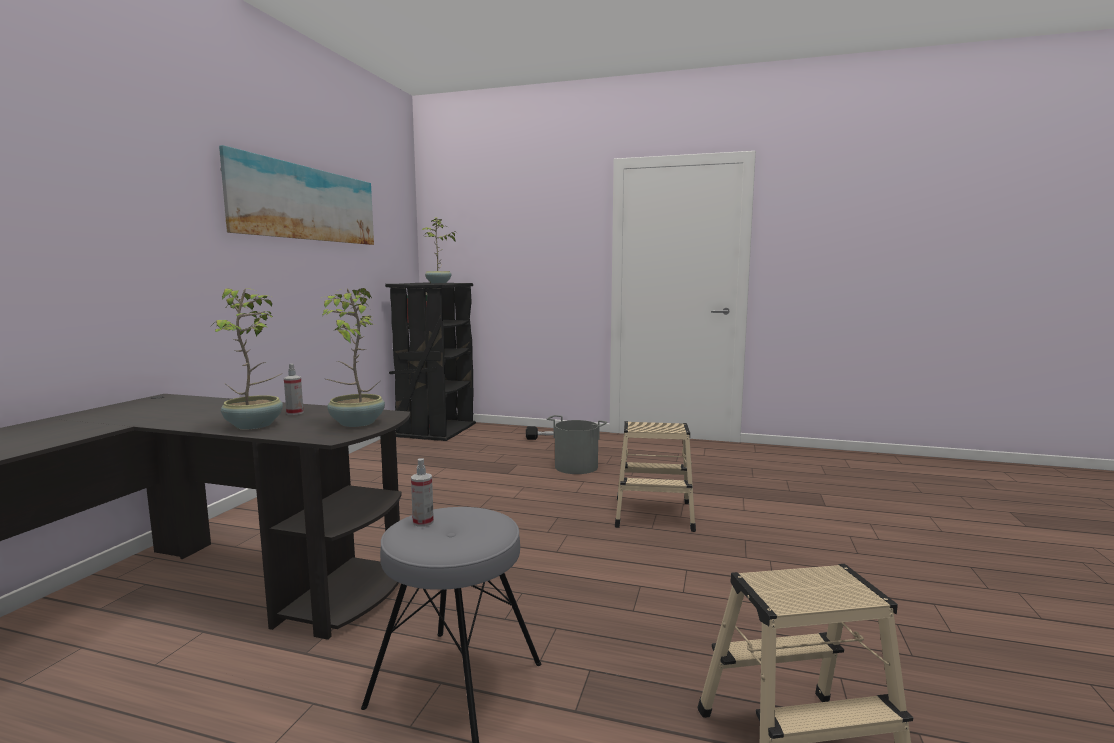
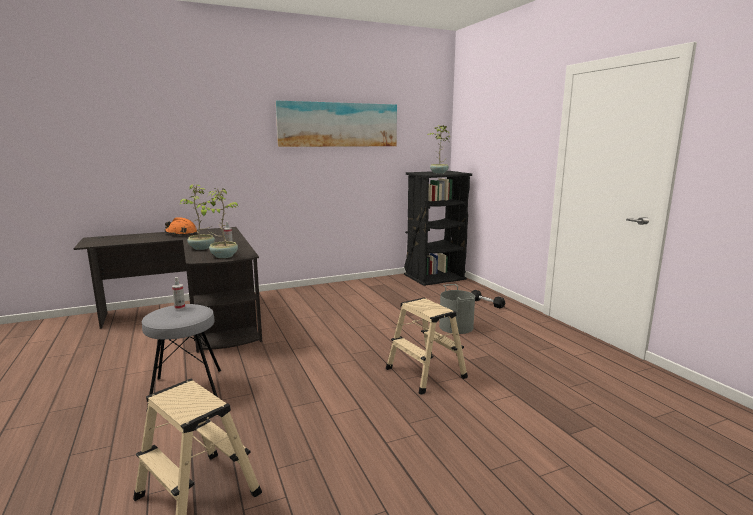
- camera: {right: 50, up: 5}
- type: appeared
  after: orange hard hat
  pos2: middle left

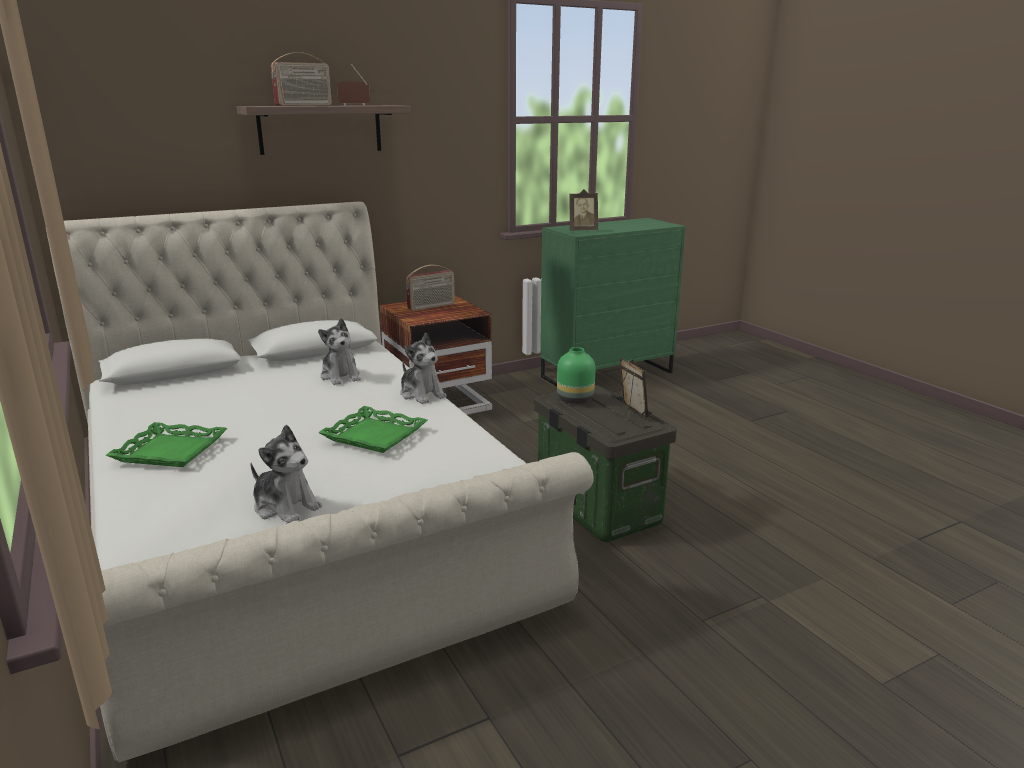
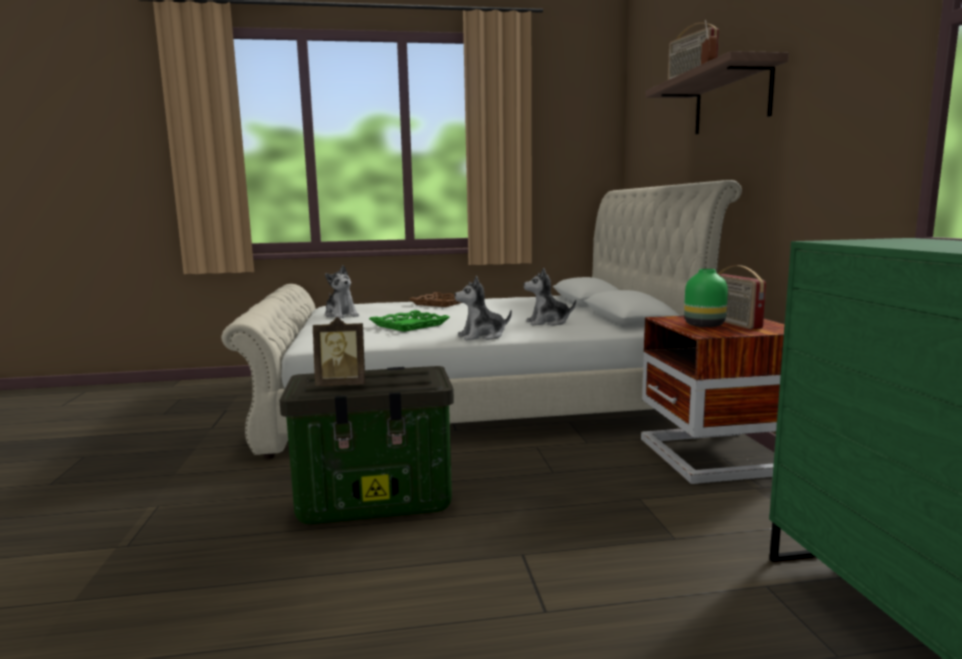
- camera: {right: 110, up: -10}
- type: missing
  before: standing frame (no. 1 from left)
  pos1: top centre
- type: relocated
  before: green decorative vase
  pos1: centre
  pos2: middle right
- type: colour
  before: green serving tray (no. 1 from left)
  after: brown serving tray
  pos1: middle left
  pos2: centre
- type: spun
  before: cuddly toy (no. 1 from left)
  pos1: middle left
  pos2: centre
  turn: -90

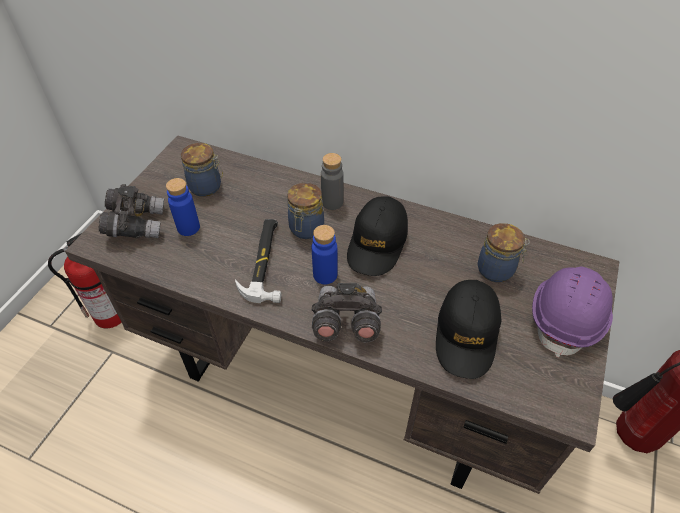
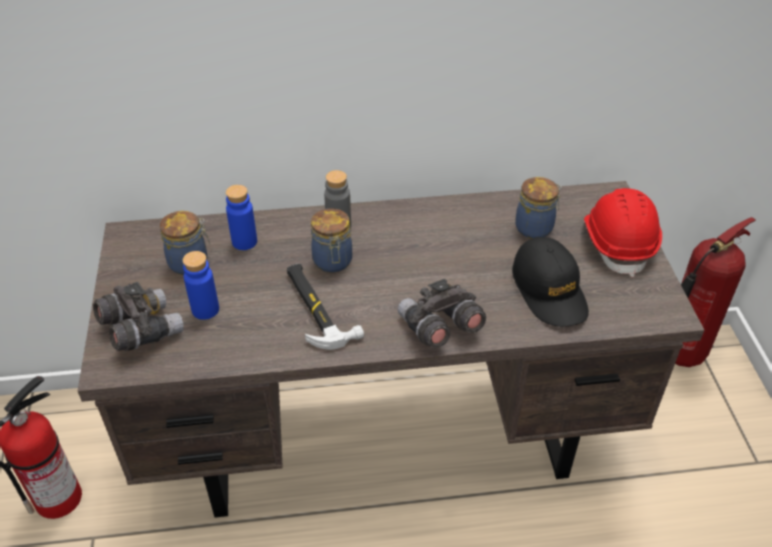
- camera: {right: -30, up: -5}
- type: missing
  before: black-coloured cap (no. 1 from left)
  pos1: centre
- type: relocated
  before: blue-coloured beverage bottle (no. 2 from left)
  pos1: centre
  pos2: middle left
- type: colour
  before: purplish hard hat
  after: red hard hat
  pos1: middle right
  pos2: middle right

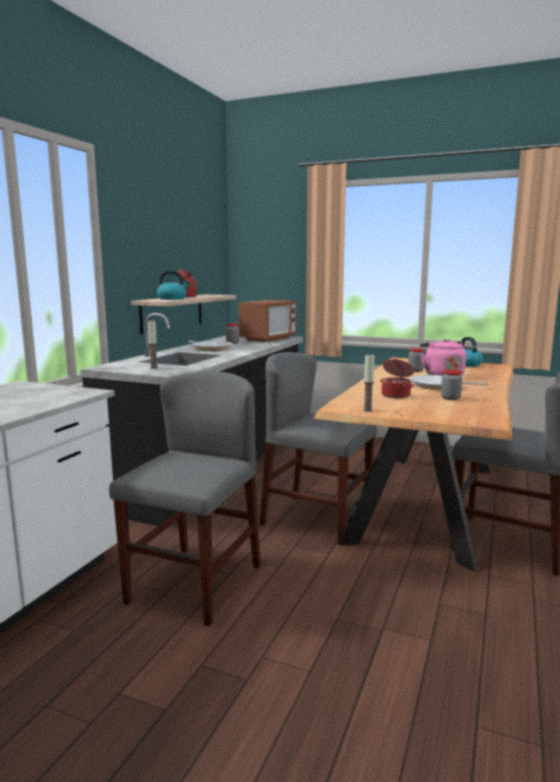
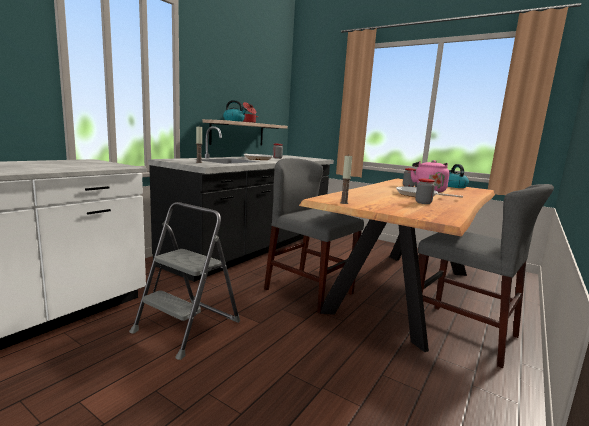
- camera: {right: 10, up: 0}
- type: missing
  before: kitchen microwave
  pos1: centre
- type: missing
  before: stockpot (no. 2 from left)
  pos1: middle right
- type: exchanged
  before: greyish chair (no. 1 from left)
  after: greyish stepladder
  pos1: middle left
  pos2: middle left

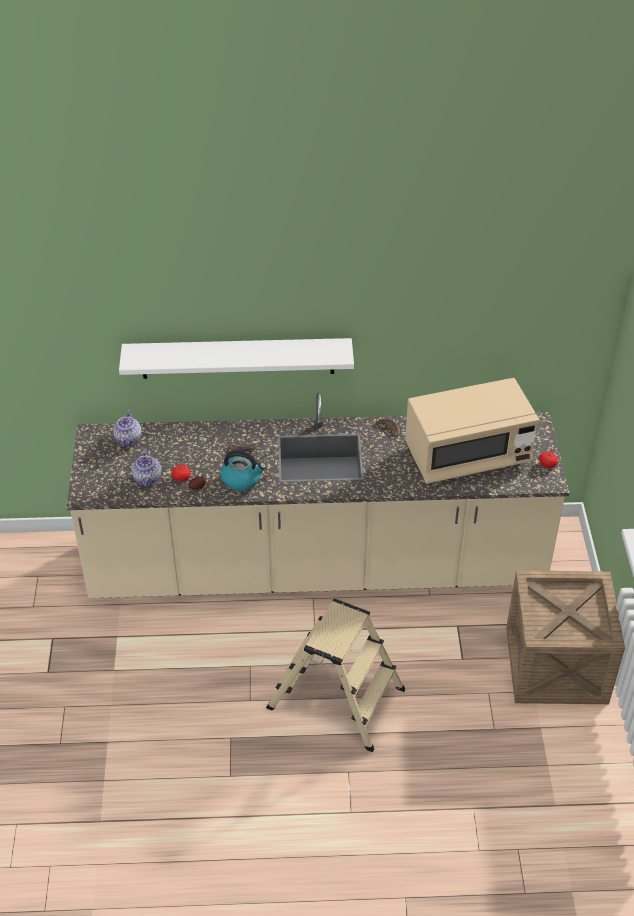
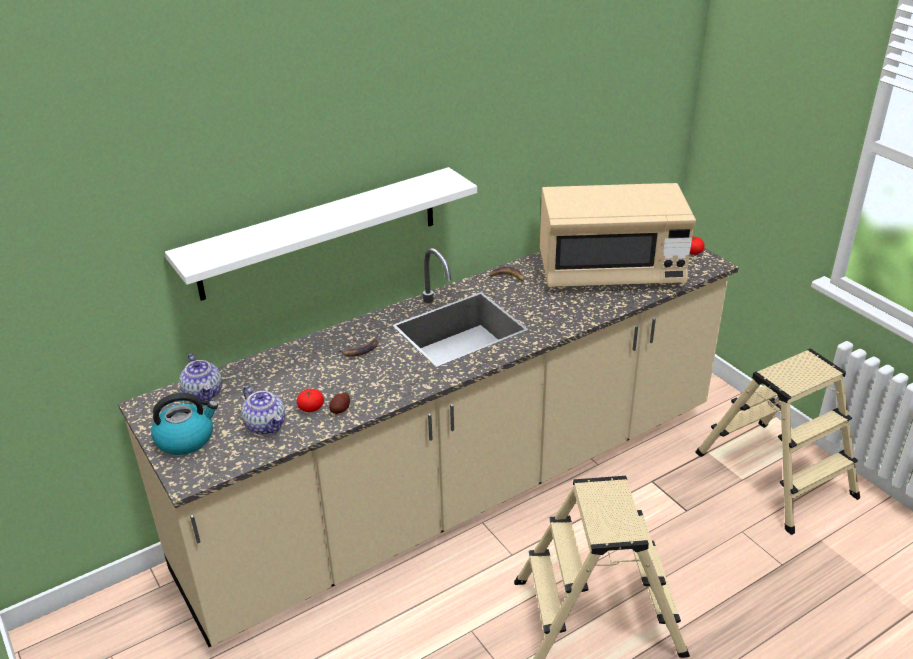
- camera: {right: -30, up: -10}
- type: relocated
  before: water kettle
  pos1: centre
  pos2: middle left
- type: exchanged
  before: shipping crate
  after: sand-coloured stepladder (no. 2 from left)
  pos1: bottom right
  pos2: bottom right
- type: spun
  before: sand-coloured kitchen microwave
  pos1: middle right
  pos2: middle right
  turn: 45

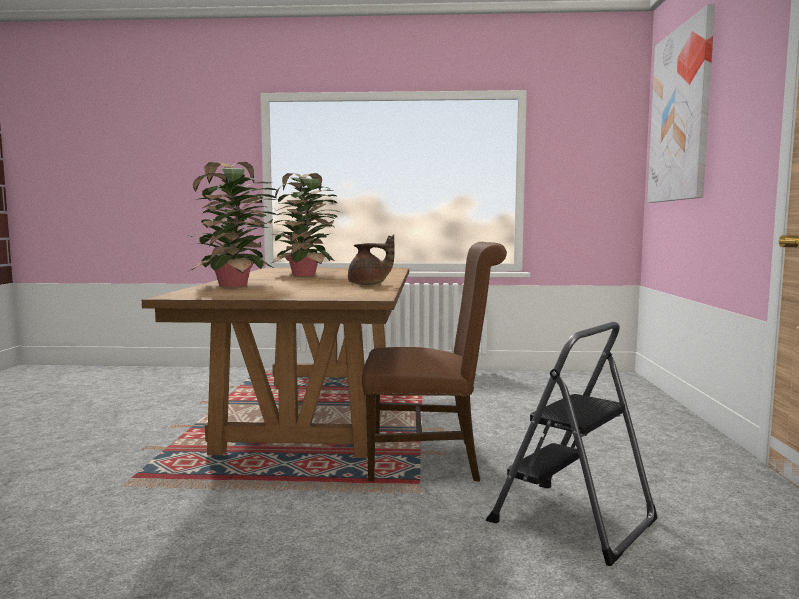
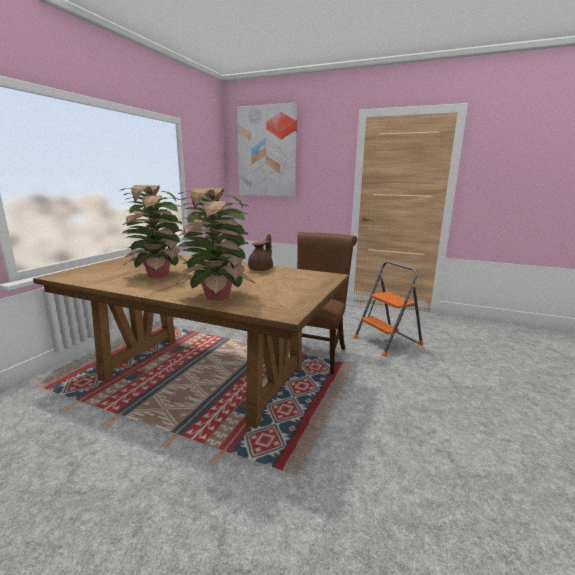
- camera: {right: -70, up: 10}
- type: colour
  before: black-coloured stepladder
  after: orange stepladder
  pos1: bottom right
  pos2: middle right

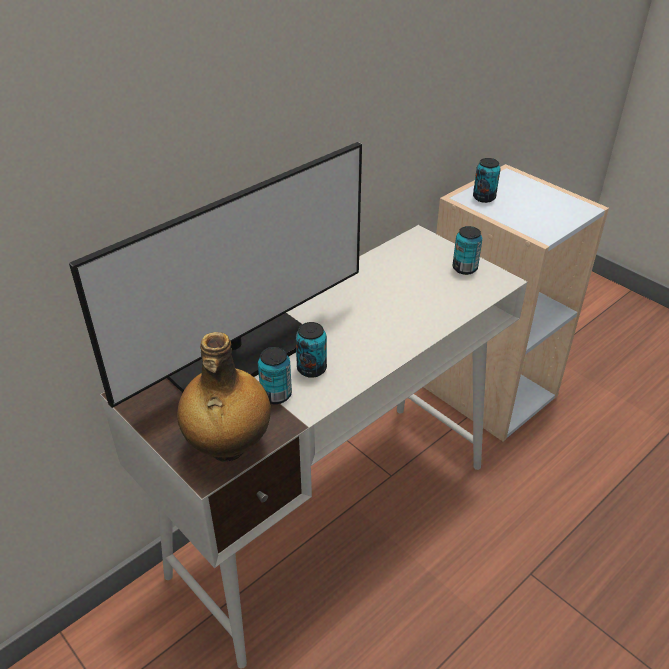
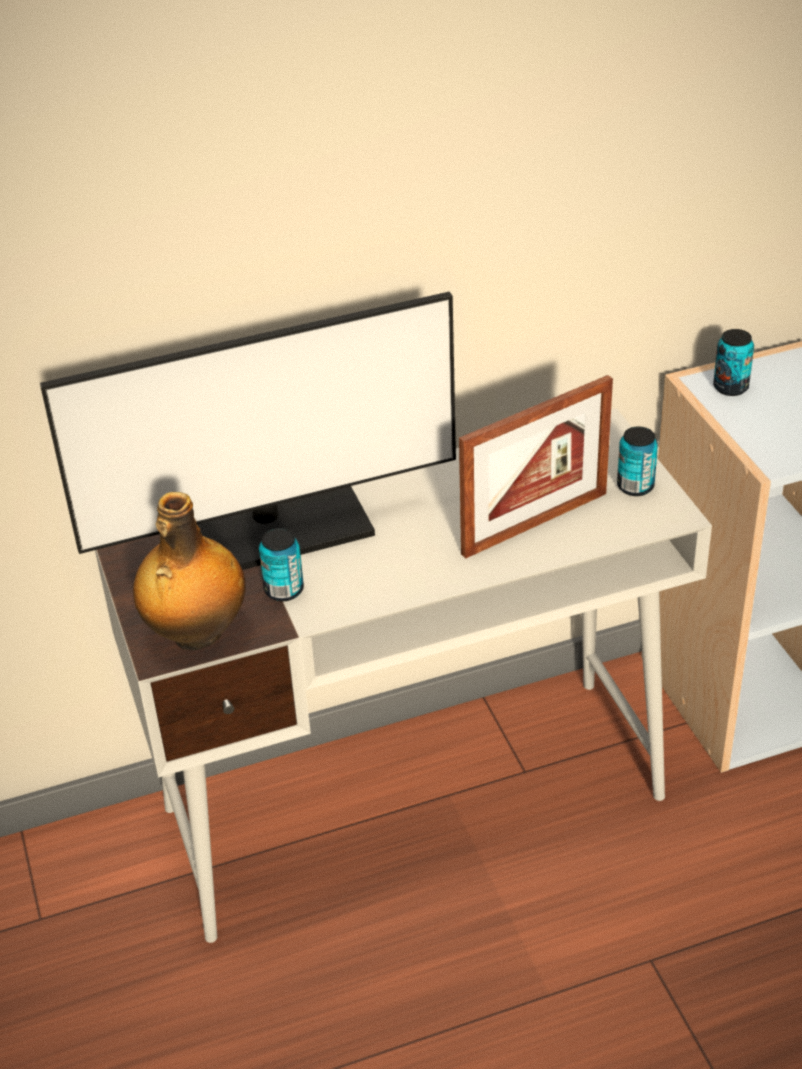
- camera: {right: 25, up: 0}
- type: missing
  before: metal can (no. 2 from left)
  pos1: centre
- type: appeared
  after: standing frame
  pos2: middle right

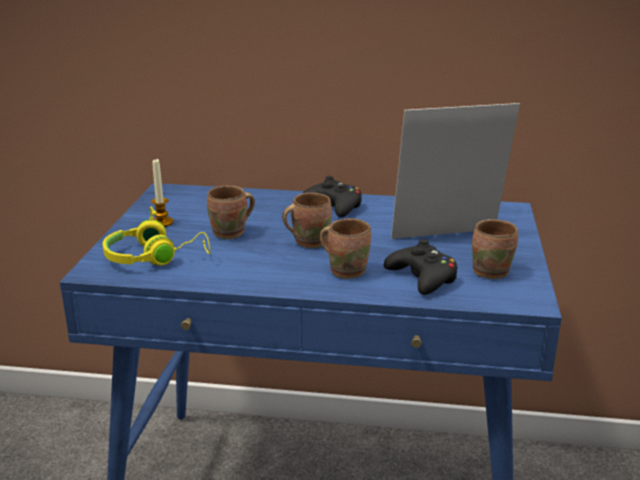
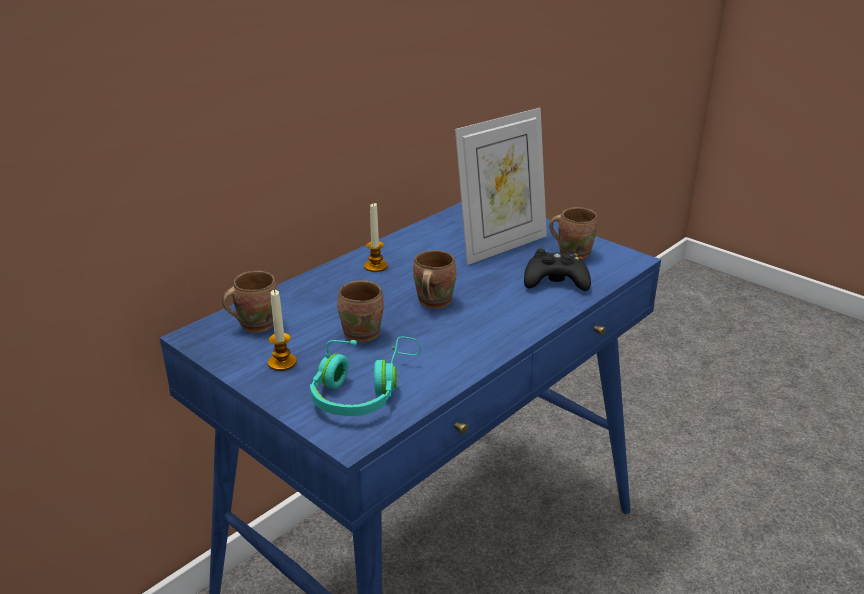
- camera: {right: -55, up: 5}
- type: relocated
  before: brown mug (no. 3 from left in the first image)
  after: brown mug (no. 1 from left)
  pos1: centre
  pos2: middle left
- type: exchanged
  before: black-coloured joypad (no. 1 from left)
  after: candle (no. 2 from left)
  pos1: centre
  pos2: centre
- type: colour
  before: yellow-coloured headphones
  after: turquoise headphones
  pos1: middle left
  pos2: centre
- type: spun
  before: standing frame
  pos1: middle right
  pos2: top centre
  turn: -150

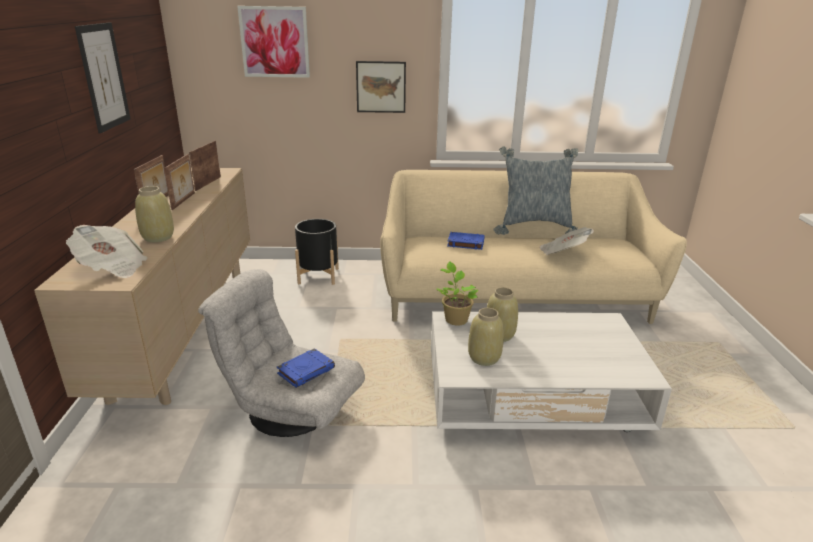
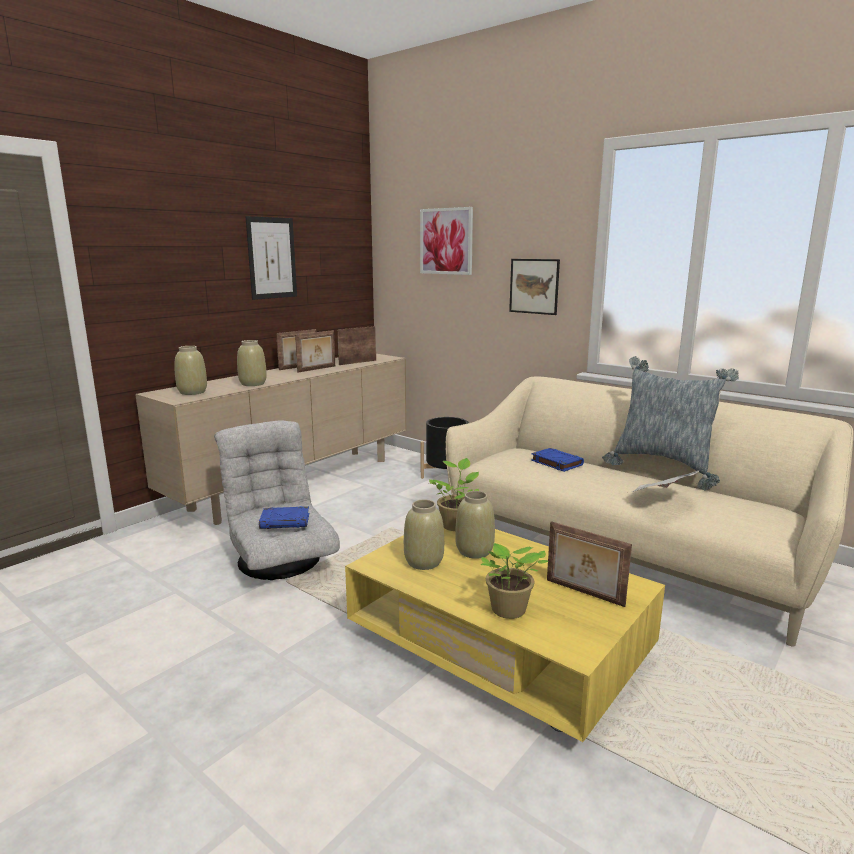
- camera: {right: 40, up: -10}
- type: appeared
  after: houseplant (no. 2 from left)
  pos2: bottom centre
- type: appeared
  after: standing frame (no. 4 from left)
  pos2: middle right
- type: exchanged
  before: printed paper (no. 1 from left)
  after: sand-coloured decorative vase (no. 1 from left)
  pos1: middle left
  pos2: middle left
- type: colour
  before: white coffee table
  after: yellow-coloured coffee table
  pos1: bottom right
  pos2: bottom centre

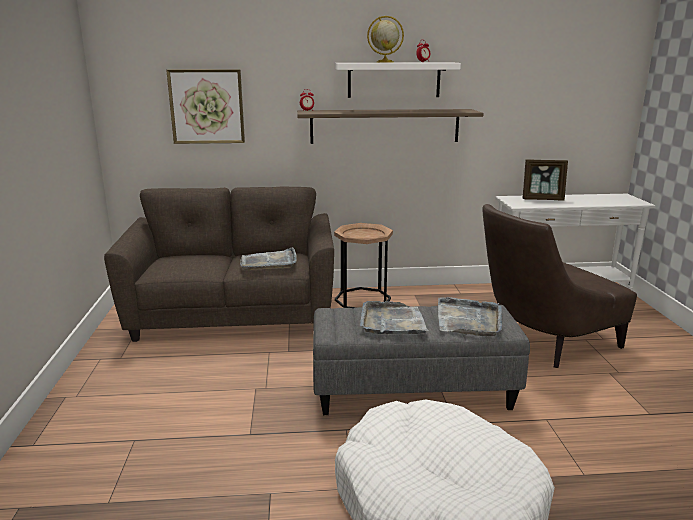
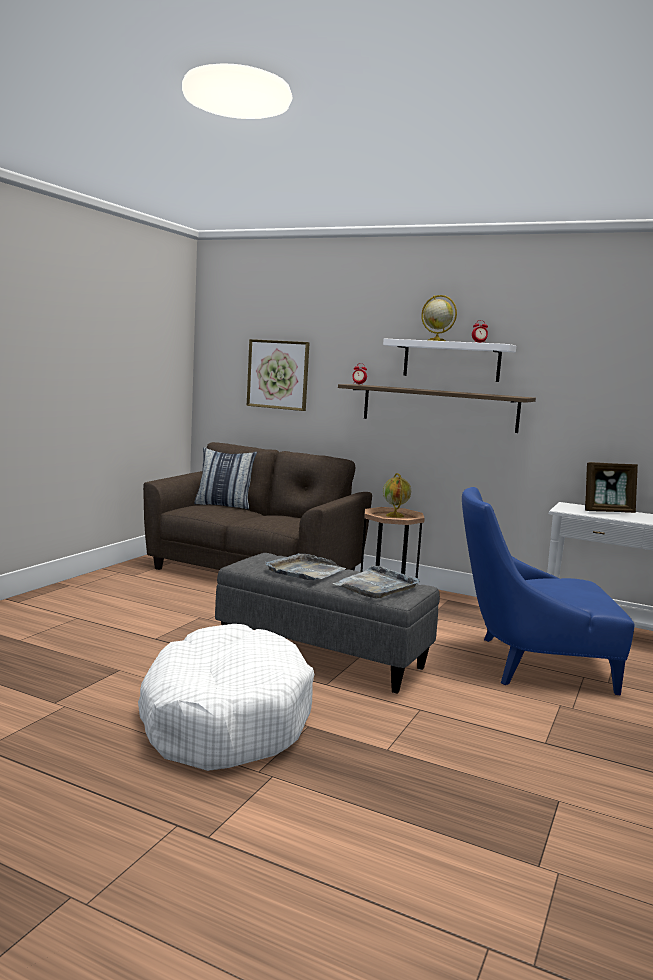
- camera: {right: 30, up: -10}
- type: missing
  before: greyish serving tray (no. 1 from left)
  pos1: centre
- type: appeared
  after: cushion
  pos2: centre
- type: appeared
  after: world globe (no. 1 from left)
  pos2: centre
- type: colour
  before: brown lounge chair
  after: blue-coloured lounge chair
  pos1: middle right
  pos2: middle right
- type: spun
  before: standing frame
  pos1: middle right
  pos2: middle right
  turn: -45

